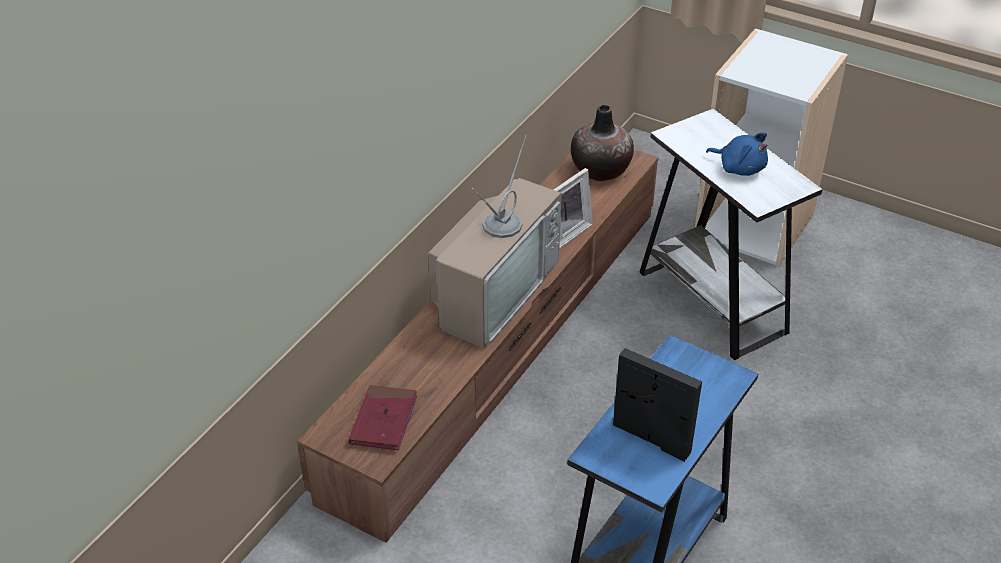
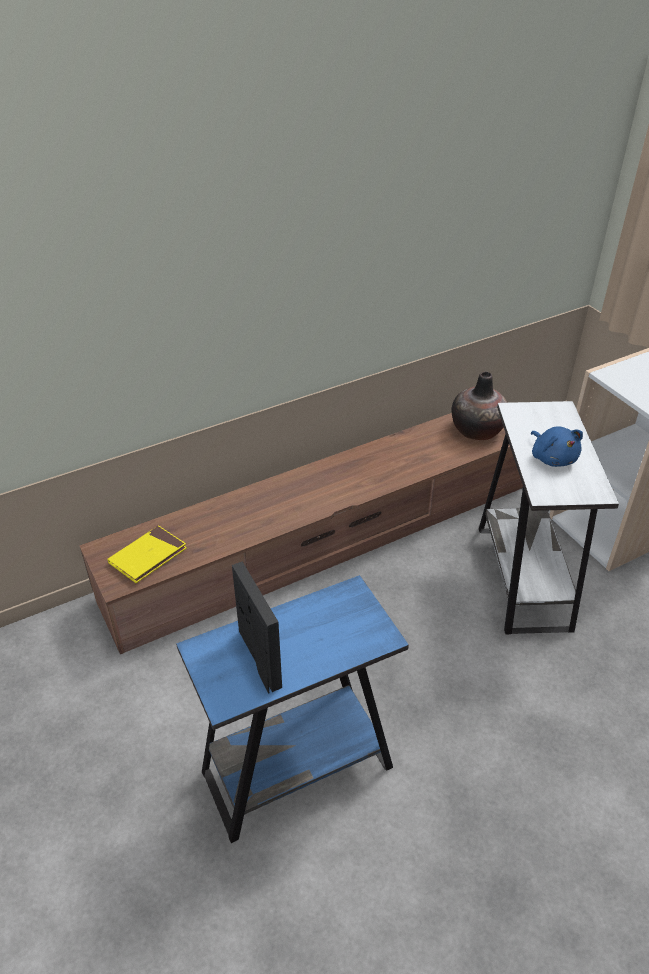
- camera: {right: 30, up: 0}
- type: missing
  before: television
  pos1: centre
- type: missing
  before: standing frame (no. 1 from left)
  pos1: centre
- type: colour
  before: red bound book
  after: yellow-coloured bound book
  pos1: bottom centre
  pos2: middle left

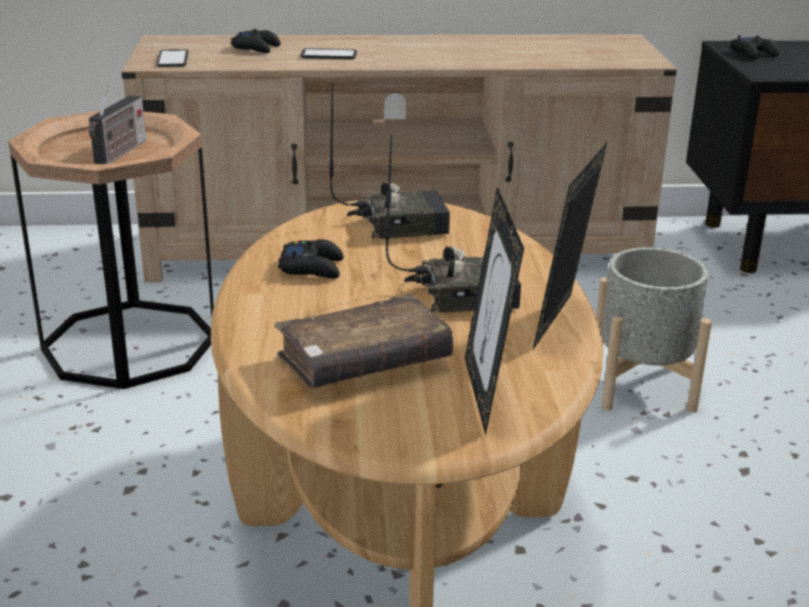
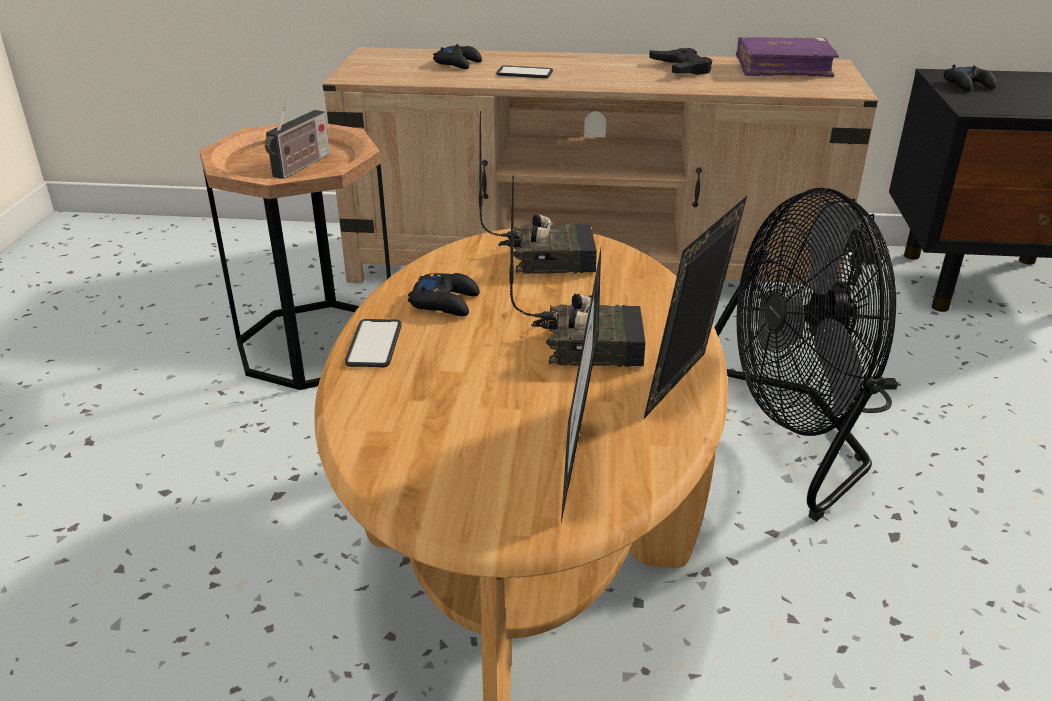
- camera: {right: 10, up: 5}
- type: missing
  before: brown bound book
  pos1: centre
- type: appeared
  after: black-coloured joypad (no. 3 from left)
  pos2: top centre
- type: appeared
  after: purplish bound book
  pos2: top right
- type: relocated
  before: phone (no. 1 from left)
  pos1: top left
  pos2: centre
- type: exchanged
  before: greyish planter
  after: black-coloured cooling fan
  pos1: middle right
  pos2: middle right

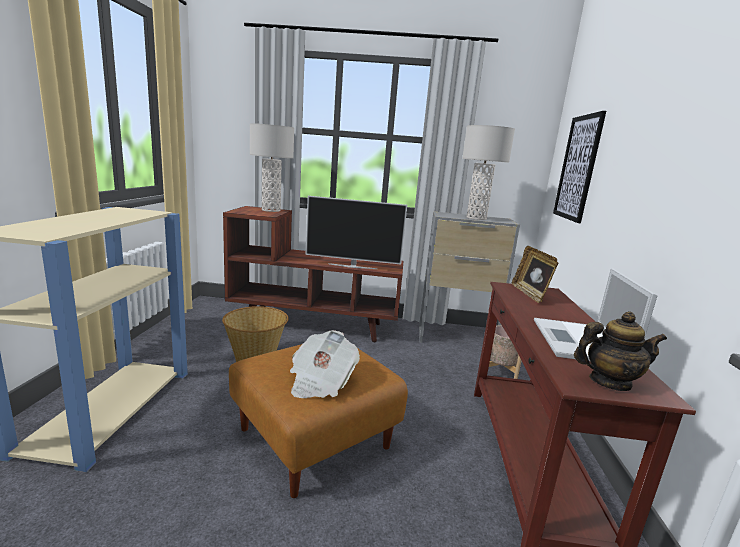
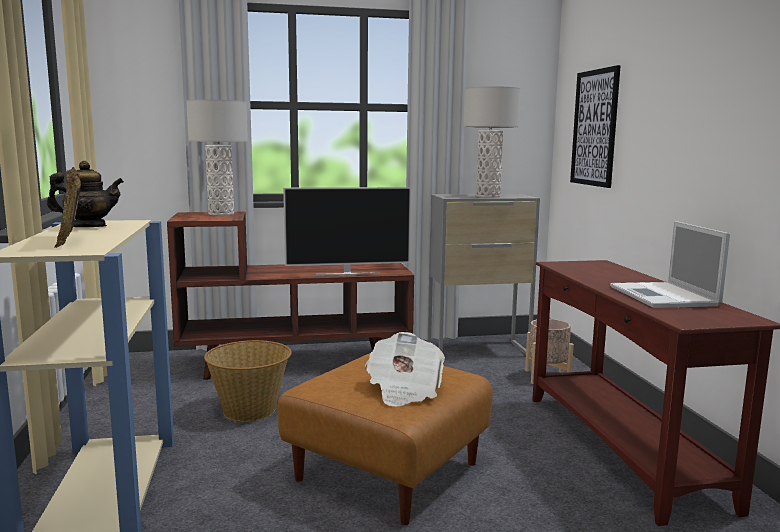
- camera: {right: -15, up: -5}
- type: relocated
  before: standing frame
  pos1: middle right
  pos2: middle left
- type: relocated
  before: teapot
  pos1: middle right
  pos2: middle left

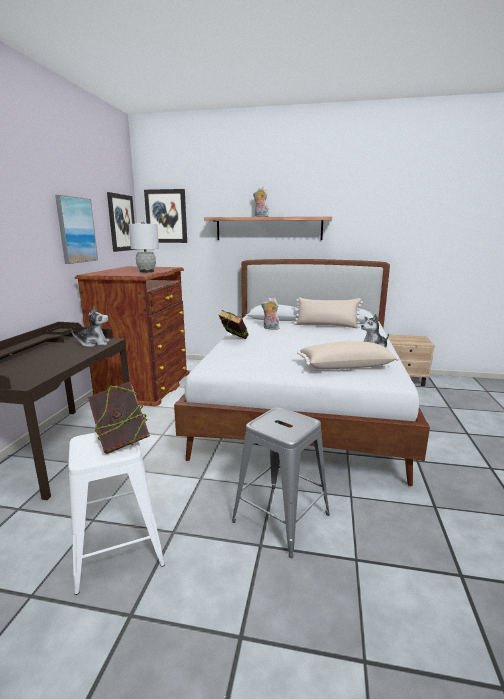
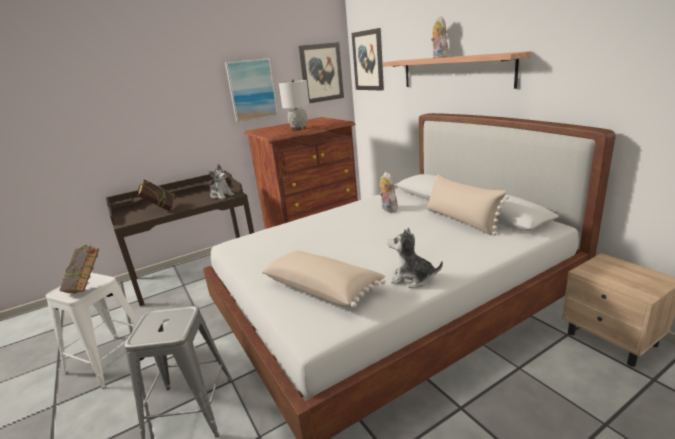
- camera: {right: 50, up: 5}
- type: relocated
  before: bound book (no. 2 from left)
  pos1: centre
  pos2: middle left

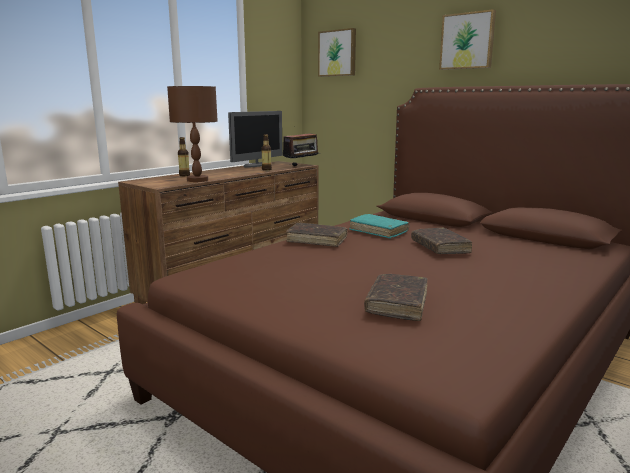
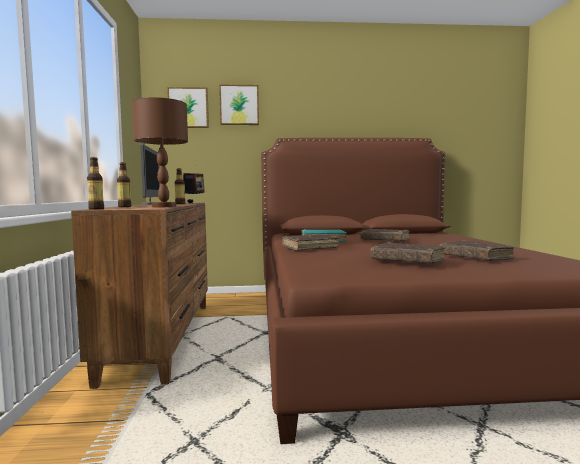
- camera: {right: -45, up: -10}
- type: appeared
  after: beverage bottle (no. 1 from left)
  pos2: middle left
- type: appeared
  after: brown bound book (no. 3 from left)
  pos2: middle right
- type: relocated
  before: picture (no. 2 from left)
  pos1: top right
  pos2: top centre

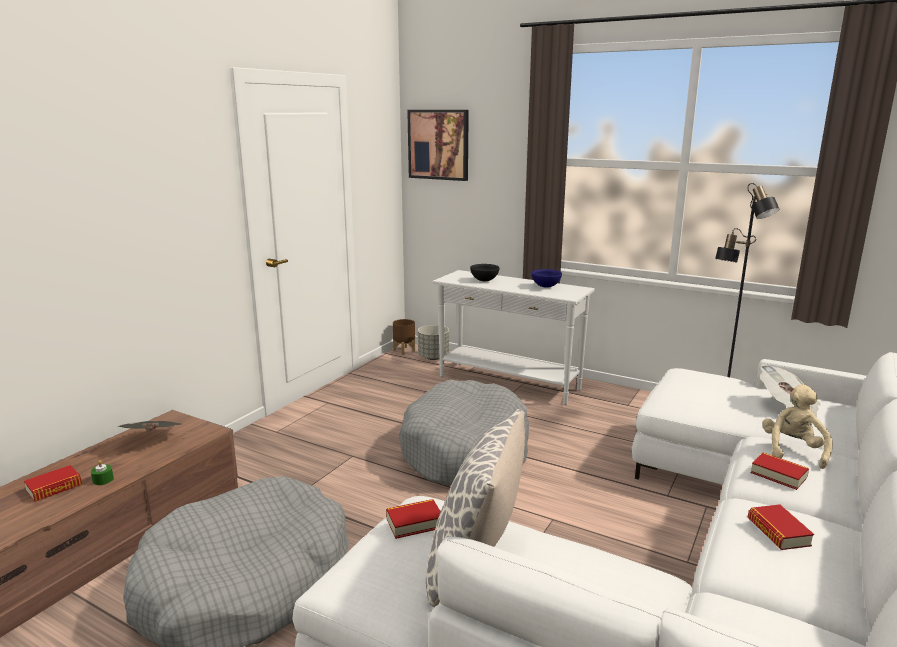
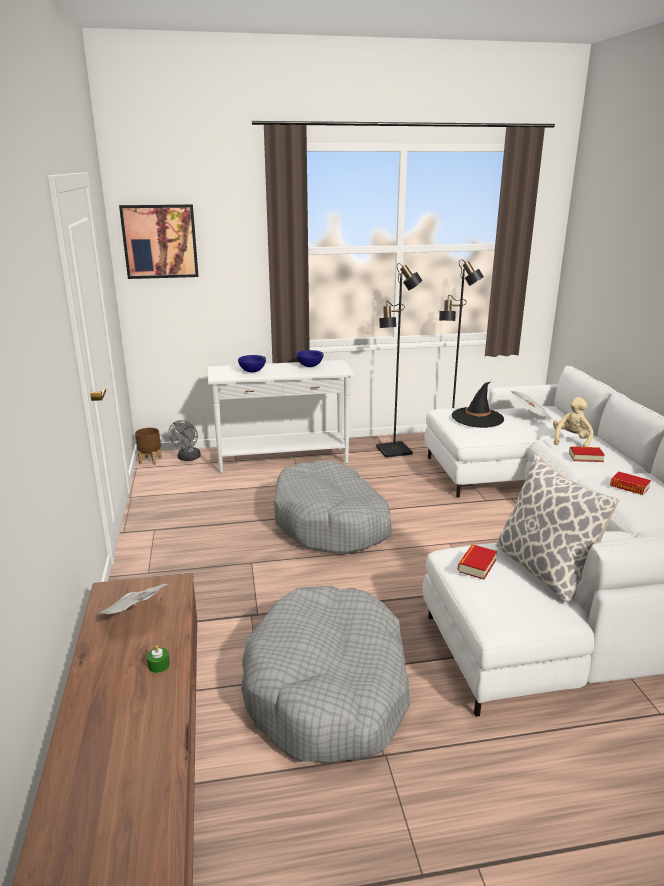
- camera: {right: -40, up: 5}
- type: missing
  before: bound book (no. 1 from left)
  pos1: bottom left
- type: appeared
  after: black-coloured floor lamp (no. 1 from left)
  pos2: centre
- type: appeared
  after: black-coloured clothing hat
  pos2: middle right
- type: exchanged
  before: greyish planter
  after: greyish cooling fan
  pos1: centre
  pos2: middle left
- type: colour
  before: black-coloured serving bowl
  after: blue-coloured serving bowl (no. 1 from left)
  pos1: centre
  pos2: centre
- type: spun
  before: sand-coloured cuddly toy
  pos1: middle right
  pos2: middle right
  turn: 45

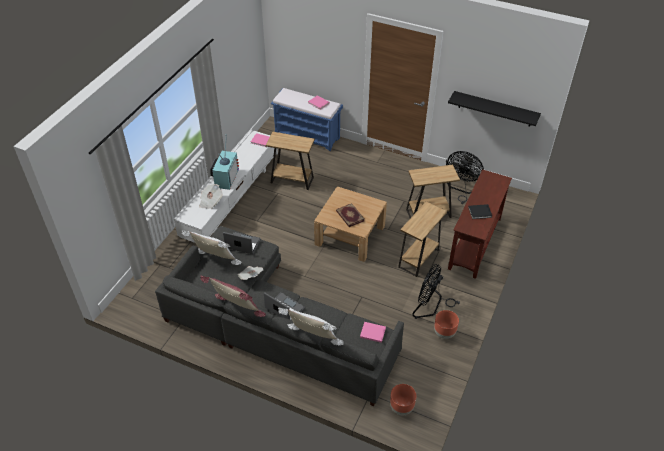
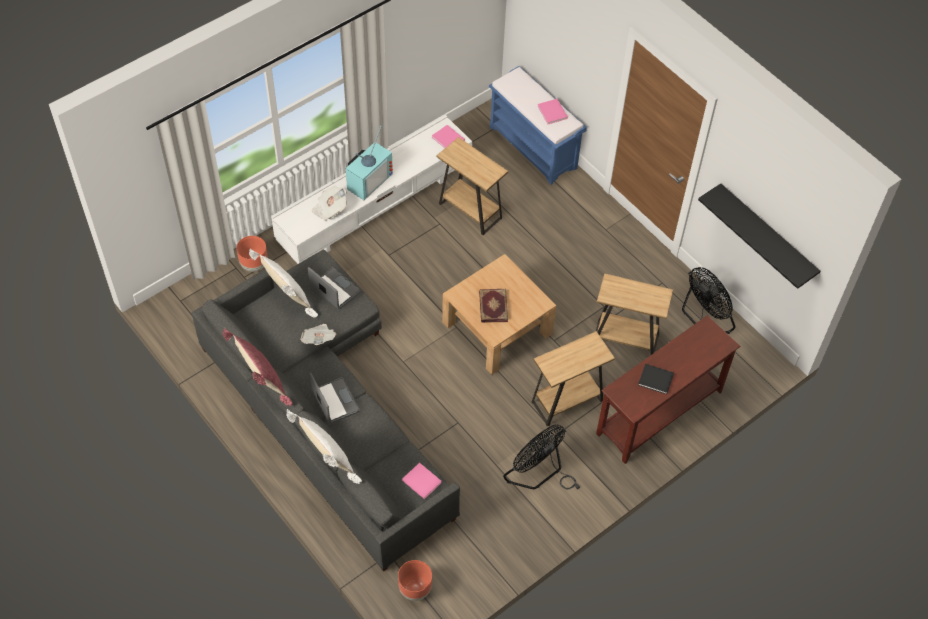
- camera: {right: 25, up: 10}
- type: relocated
  before: brown planter (no. 2 from left in the first image)
  after: brown planter (no. 1 from left)
  pos1: bottom right
  pos2: middle left

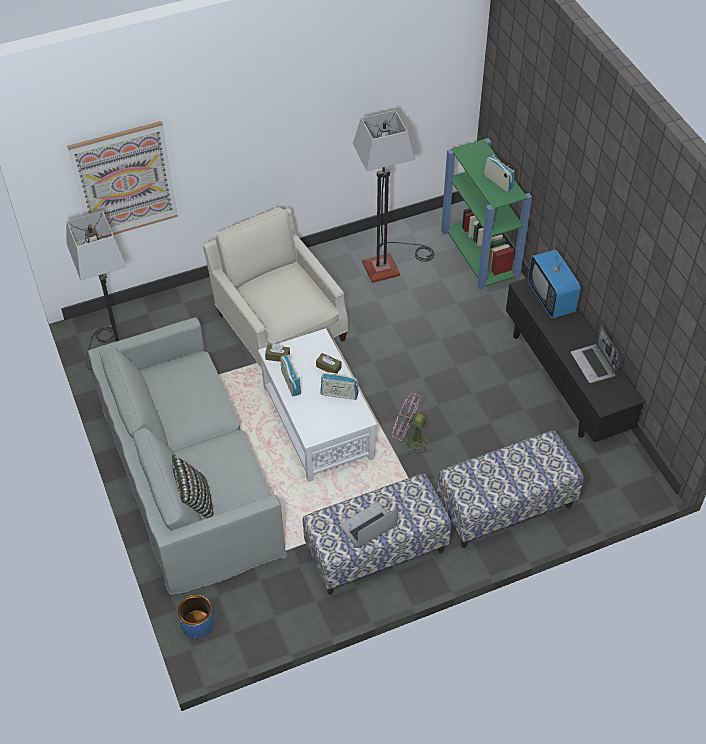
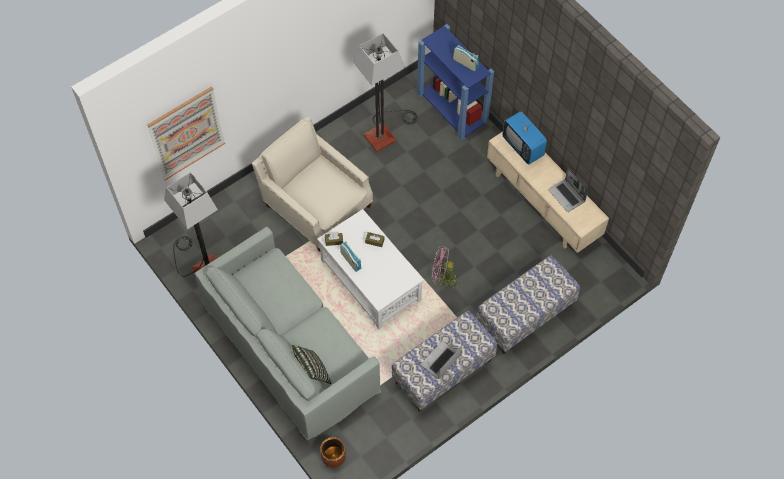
- camera: {right: -15, up: 10}
- type: missing
  before: radio receiver (no. 2 from left)
  pos1: centre
- type: colour
  before: blue-coloured planter
  after: brown planter
  pos1: bottom left
  pos2: bottom centre
- type: colour
  before: green bookshelf
  after: blue-coloured bookshelf
  pos1: top right
  pos2: top centre
- type: colour
  before: black-coloured tv stand
  after: sand-coloured tv stand
  pos1: middle right
  pos2: middle right

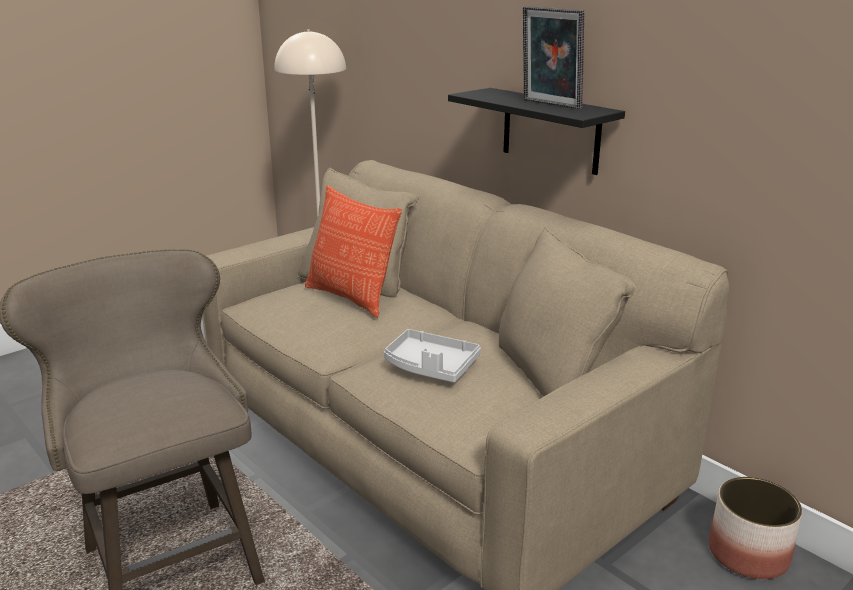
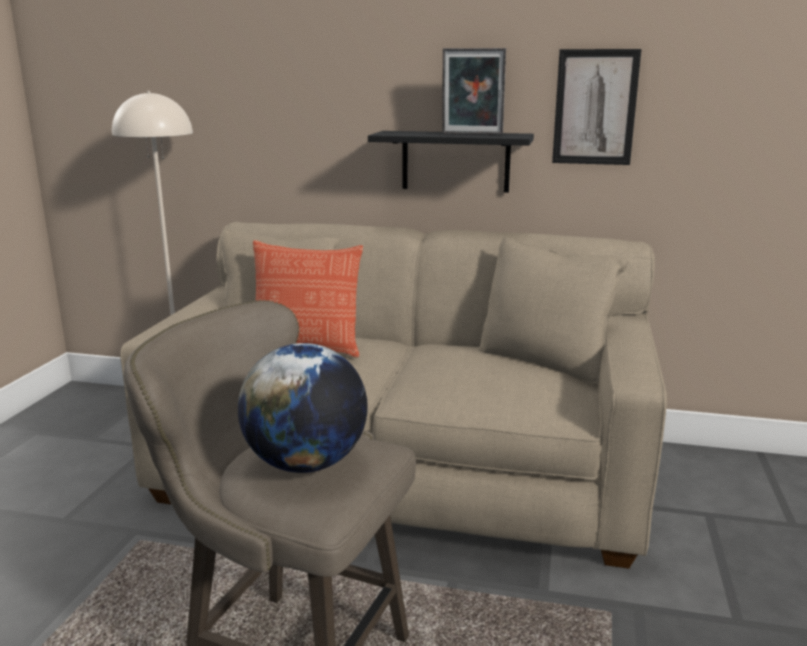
- camera: {right: -35, up: -5}
- type: missing
  before: greyish serving tray
  pos1: centre
- type: missing
  before: planter
  pos1: bottom right
- type: appeared
  after: world globe
  pos2: centre
- type: appeared
  after: picture
  pos2: top right

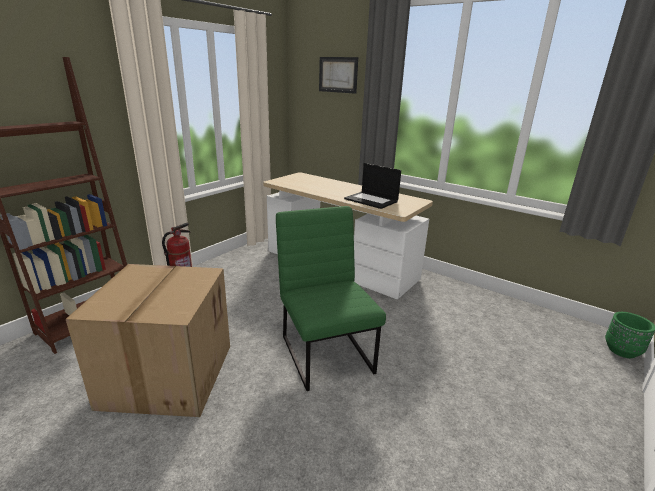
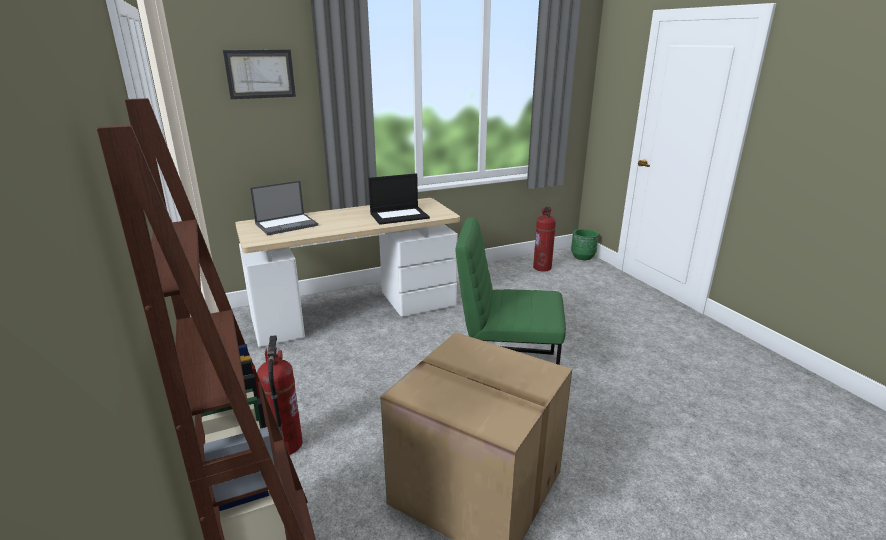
- camera: {right: -60, up: 0}
- type: appeared
  after: laptop (no. 1 from left)
  pos2: middle left
- type: appeared
  after: fire extinguisher (no. 2 from left)
  pos2: centre

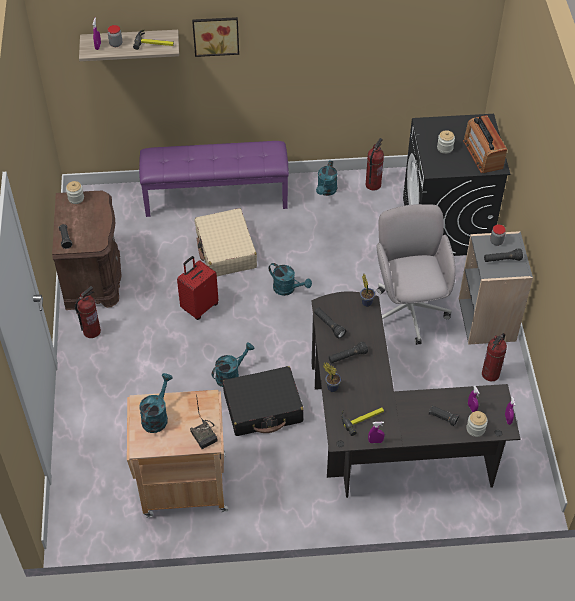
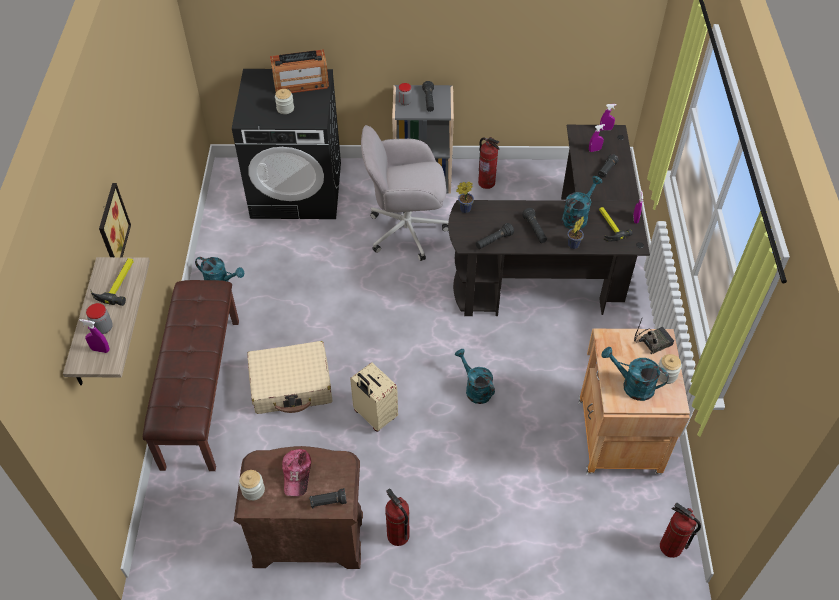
- camera: {right: -85, up: 0}
- type: missing
  before: black-coloured piece of luggage
  pos1: bottom centre
- type: appeared
  after: cap
  pos2: bottom centre
- type: relocated
  before: turquoise sprinkling can (no. 3 from left)
  pos1: centre
  pos2: middle right
- type: relocated
  before: fire extinguisher (no. 2 from left in the first image)
  after: fire extinguisher (no. 3 from left)
  pos1: top centre
  pos2: bottom right
- type: relocated
  before: jar (no. 4 from left in the first image)
  after: jar (no. 5 from left)
  pos1: bottom right
  pos2: middle right
- type: colour
  before: purplish indoor bench
  after: brown indoor bench
  pos1: top centre
  pos2: middle left
- type: colour
  before: red piece of luggage
  after: sand-coloured piece of luggage (no. 2 from left)
  pos1: centre
  pos2: centre

